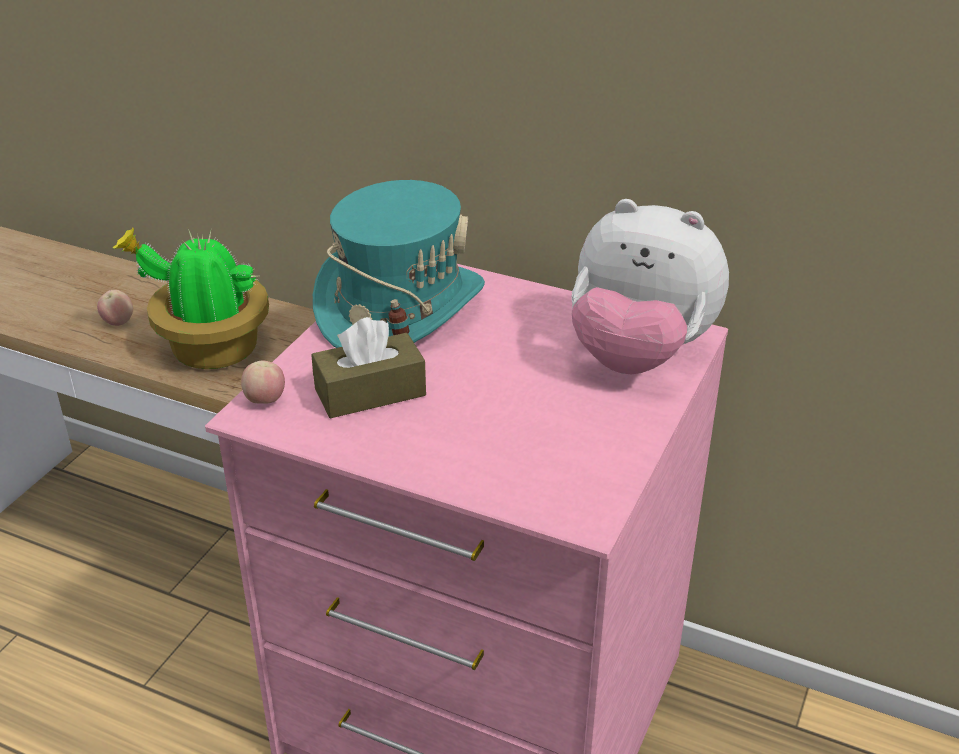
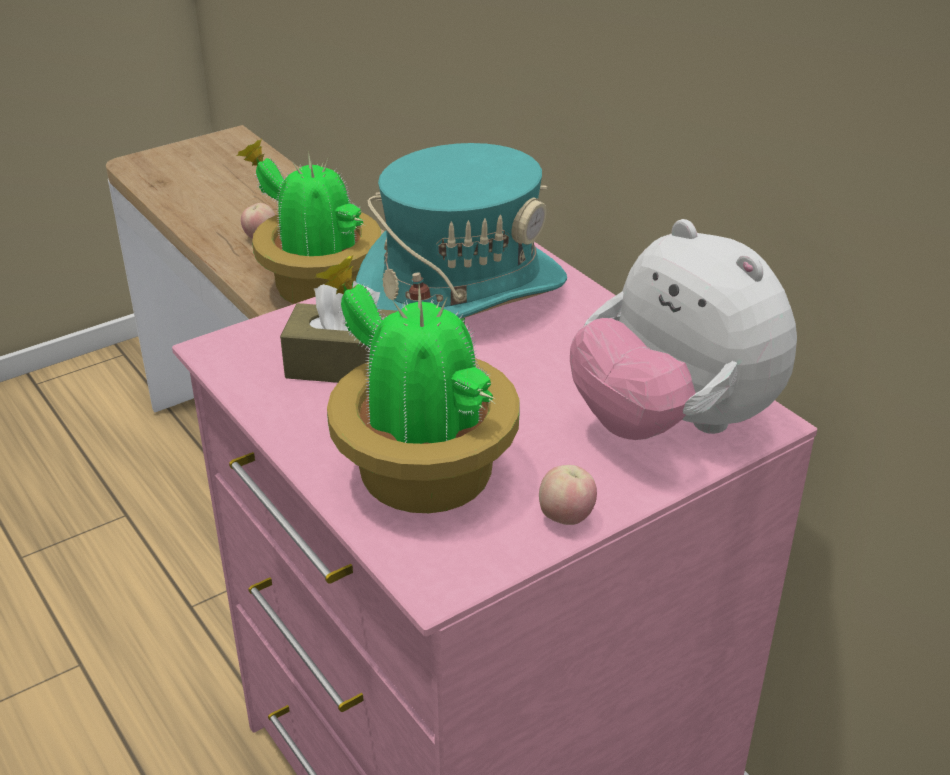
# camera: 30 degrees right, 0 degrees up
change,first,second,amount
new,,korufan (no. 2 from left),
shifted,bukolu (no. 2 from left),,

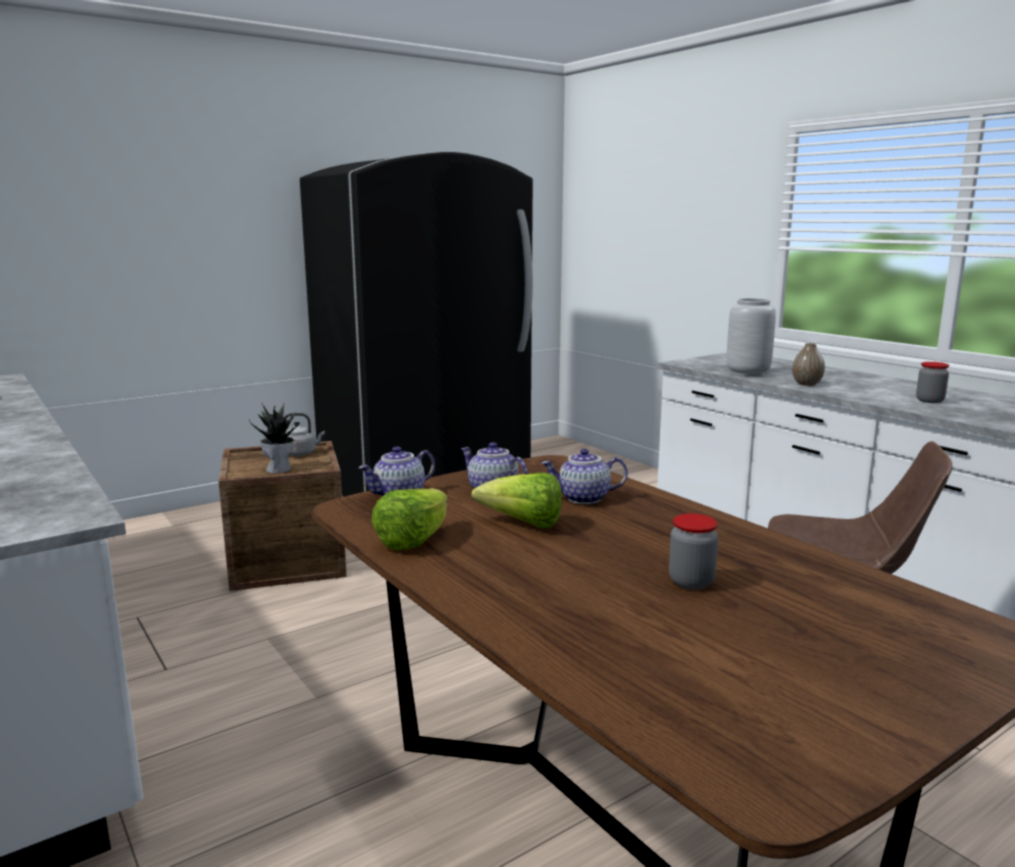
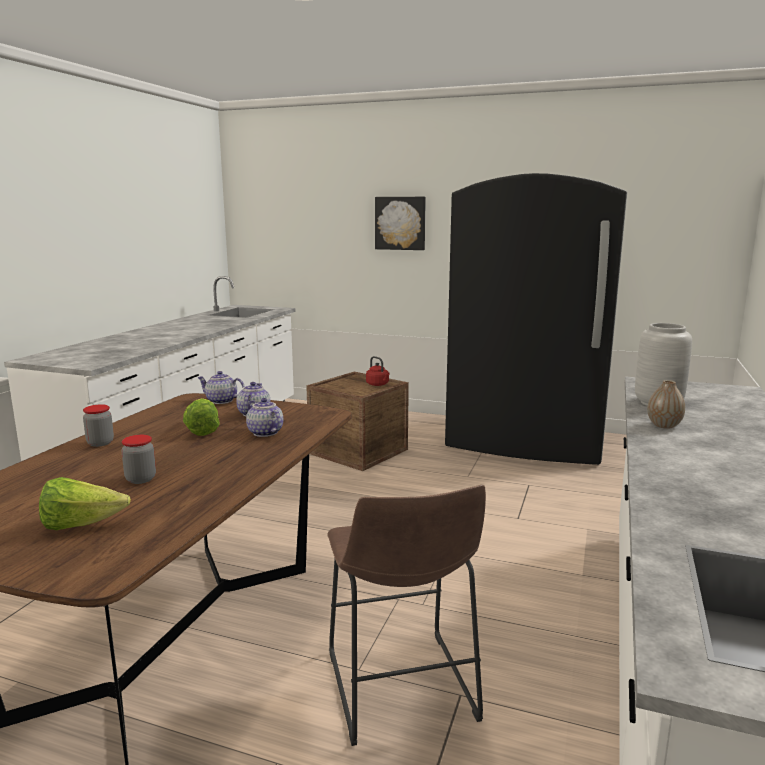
# camera: 55 degrees right, 0 degrees up
change,first,second,amount
shifted,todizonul (no. 1 from left),,
shifted,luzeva (no. 2 from left in the first image),luzeva (no. 1 from left),
repainted,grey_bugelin,red_bugelin,
new,,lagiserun,
gone,korufan,,

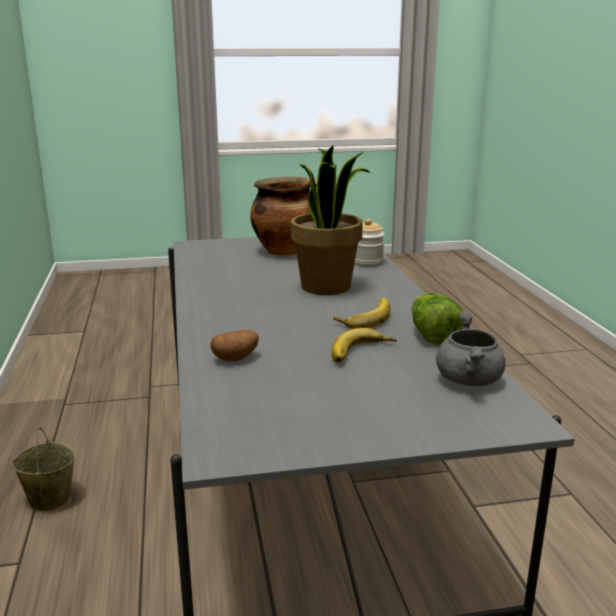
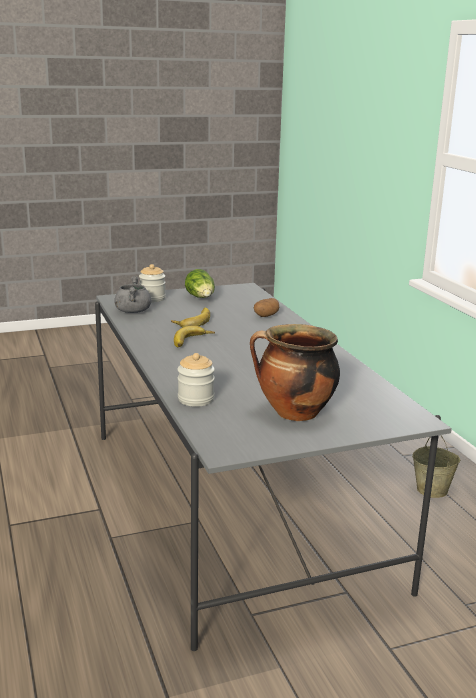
# camera: 170 degrees right, 0 degrees up
change,first,second,amount
new,,luzeva (no. 1 from left),
shifted,todizonul,,
gone,korufan,,

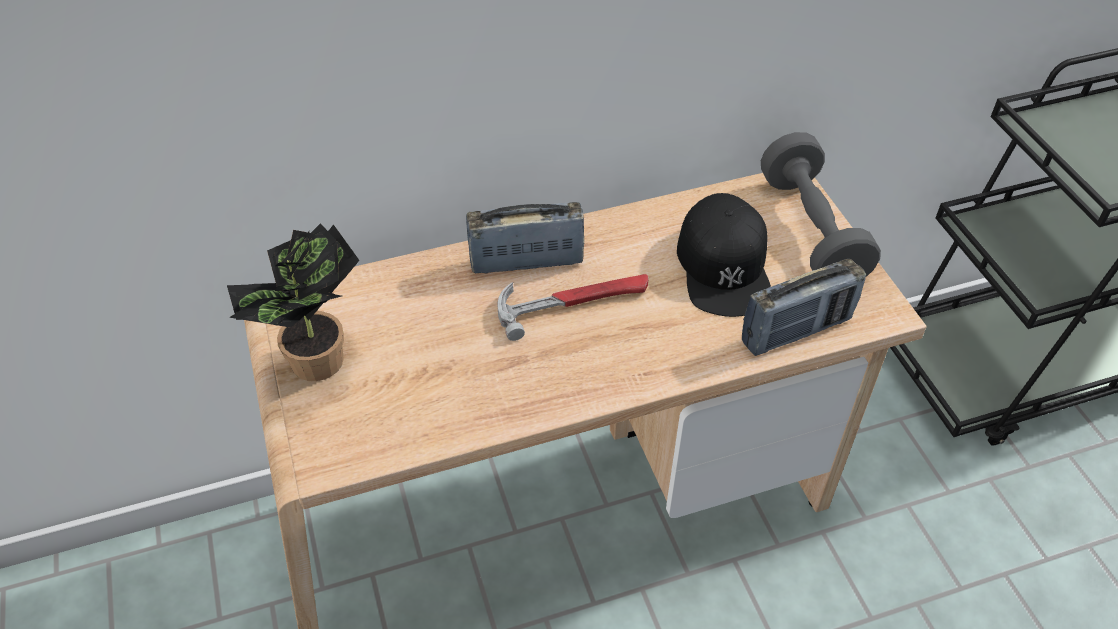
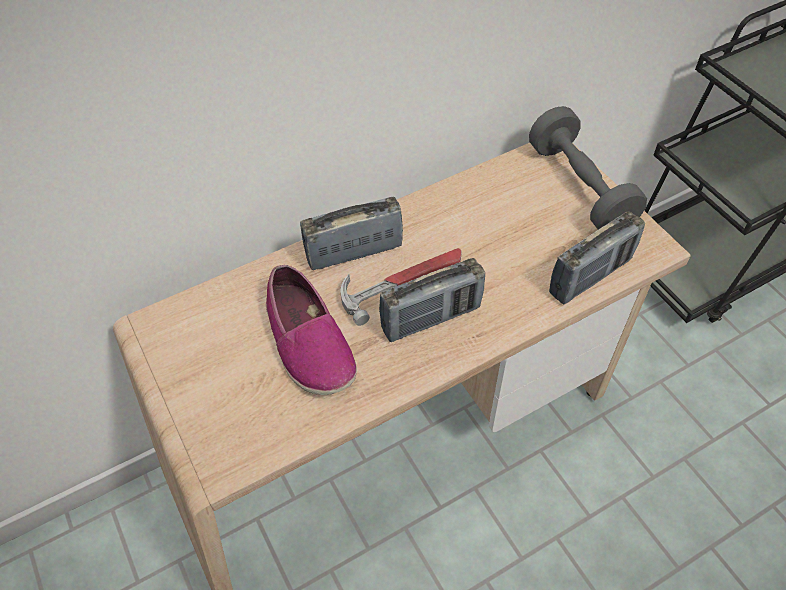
# camera: 10 degrees left, 5 degrees up
change,first,second,amount
new,,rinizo,
new,,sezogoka (no. 2 from left),
gone,korufan,,
gone,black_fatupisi,,

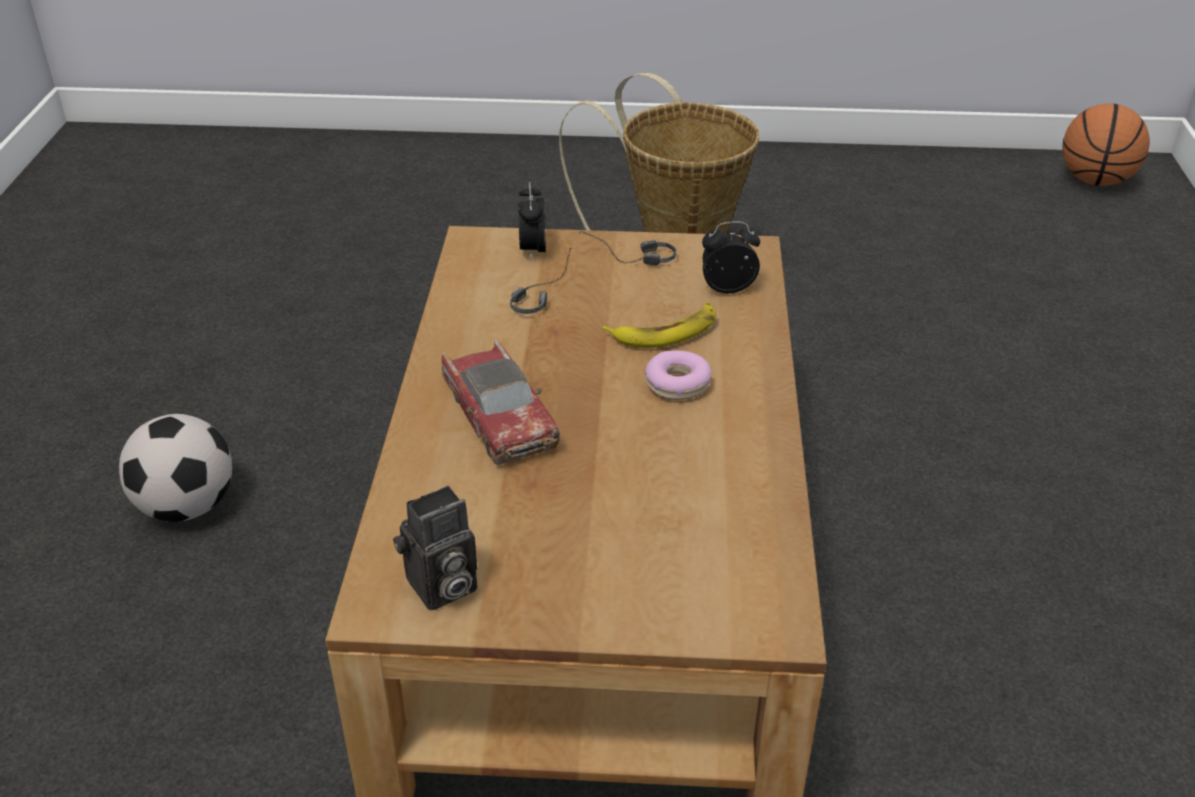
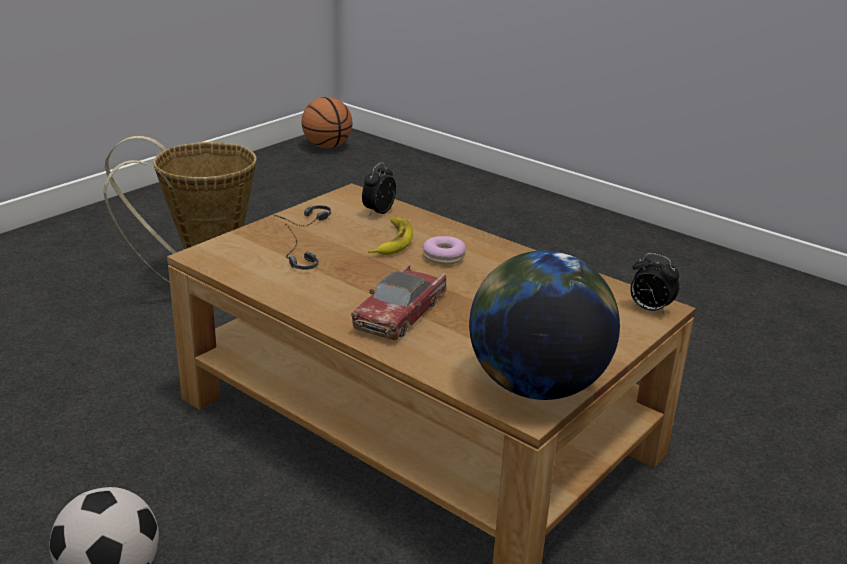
# camera: 55 degrees left, 10 degrees down
change,first,second,amount
rotated,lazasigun,,105 degrees clockwise
swapped,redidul,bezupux,
shifted,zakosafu (no. 1 from left in the first image),zakosafu (no. 2 from left),

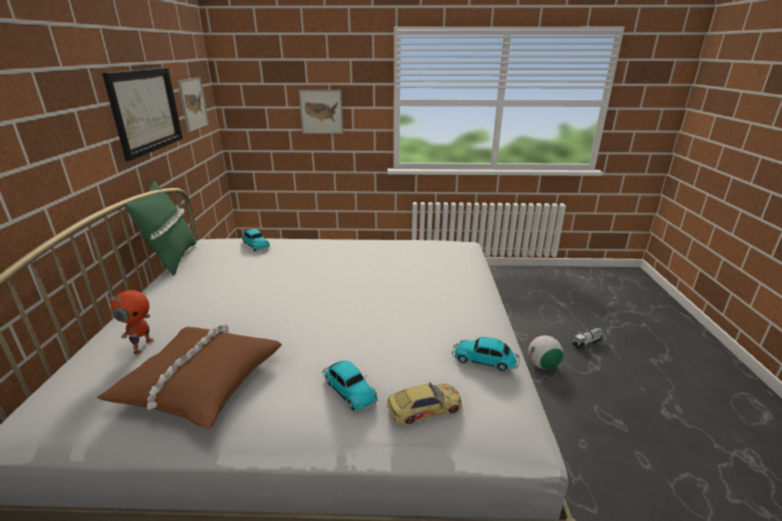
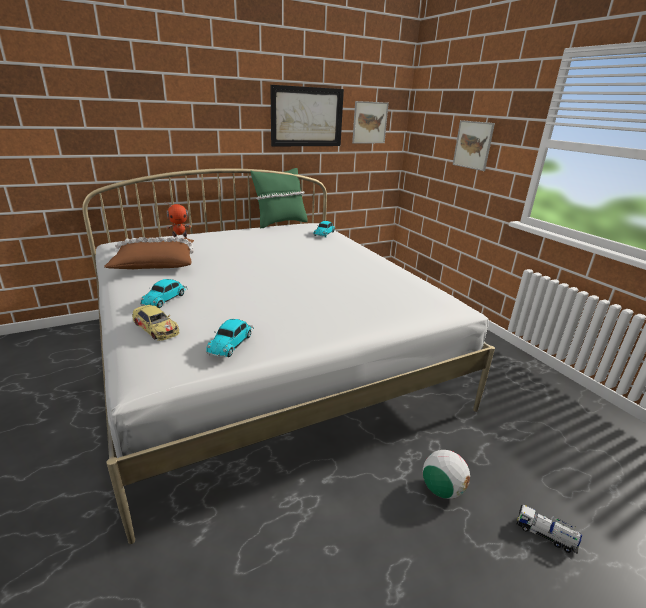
# camera: 60 degrees right, 0 degrees up
change,first,second,amount
rotated,lazasigun (no. 4 from left in the first image),lazasigun (no. 3 from left),150 degrees counterclockwise

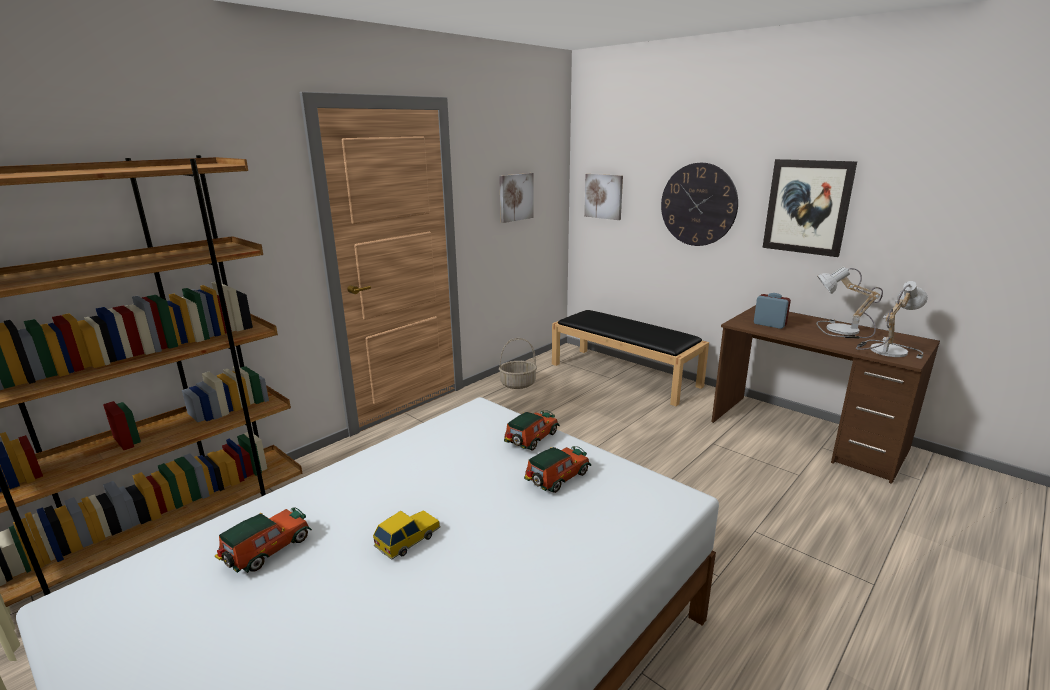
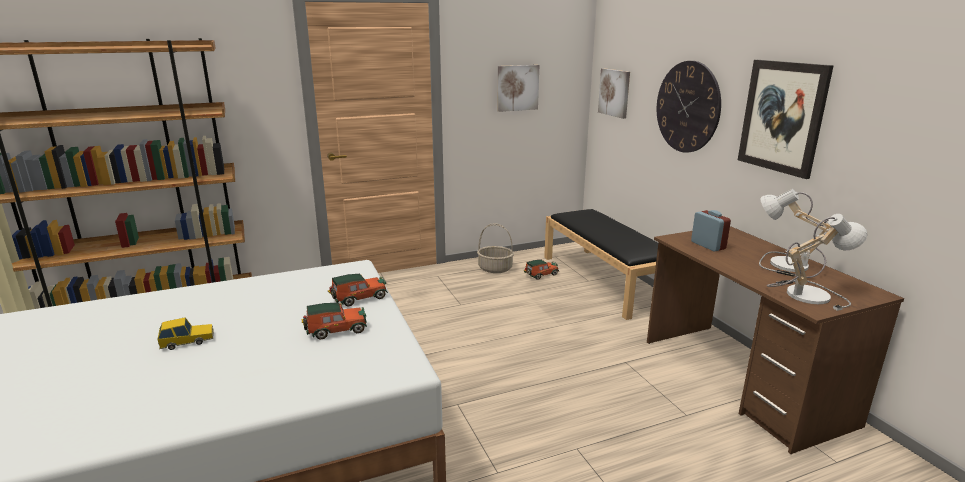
# camera: 25 degrees right, 0 degrees up
change,first,second,amount
shifted,lazasigun (no. 1 from left in the first image),lazasigun (no. 4 from left),

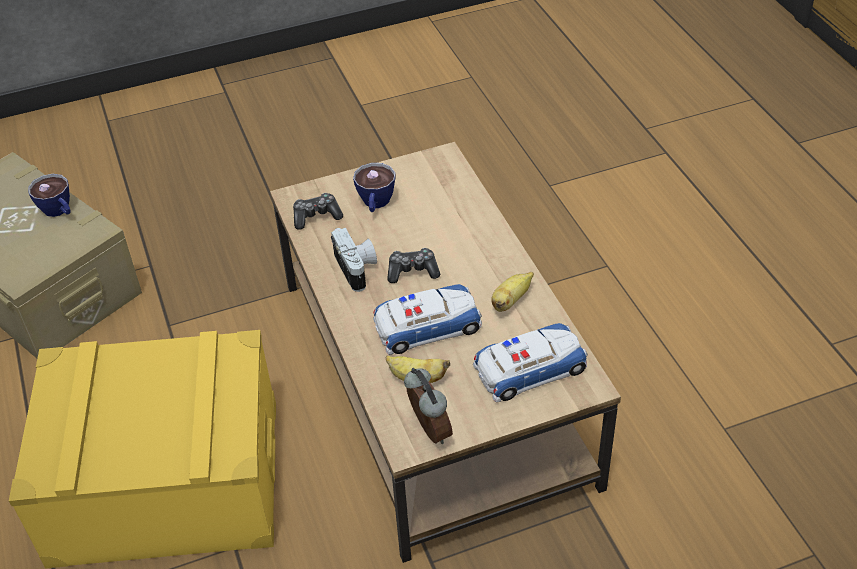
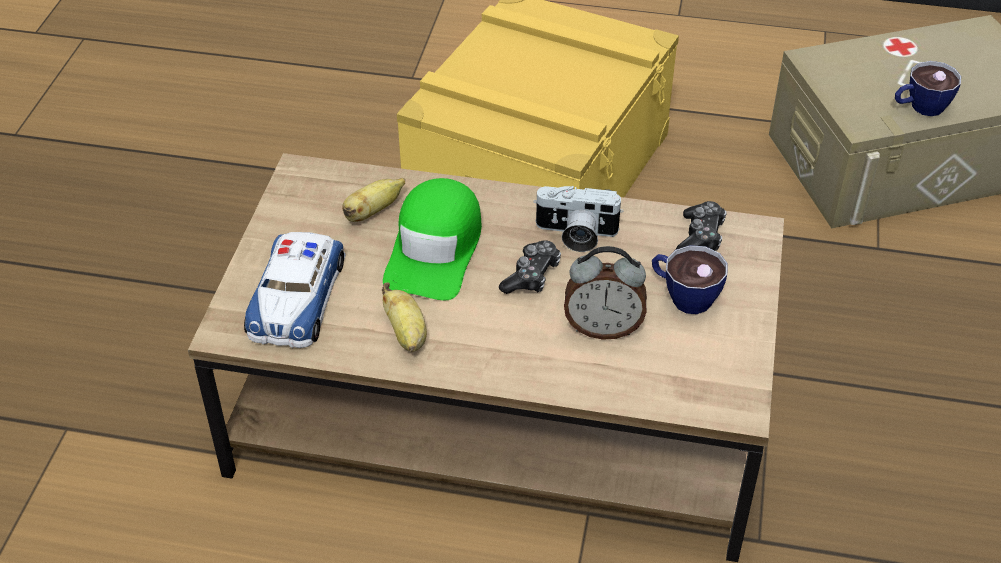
# camera: 120 degrees right, 0 degrees up
change,first,second,amount
swapped,lazasigun (no. 1 from left),green_fatupisi,
shifted,zakosafu,,

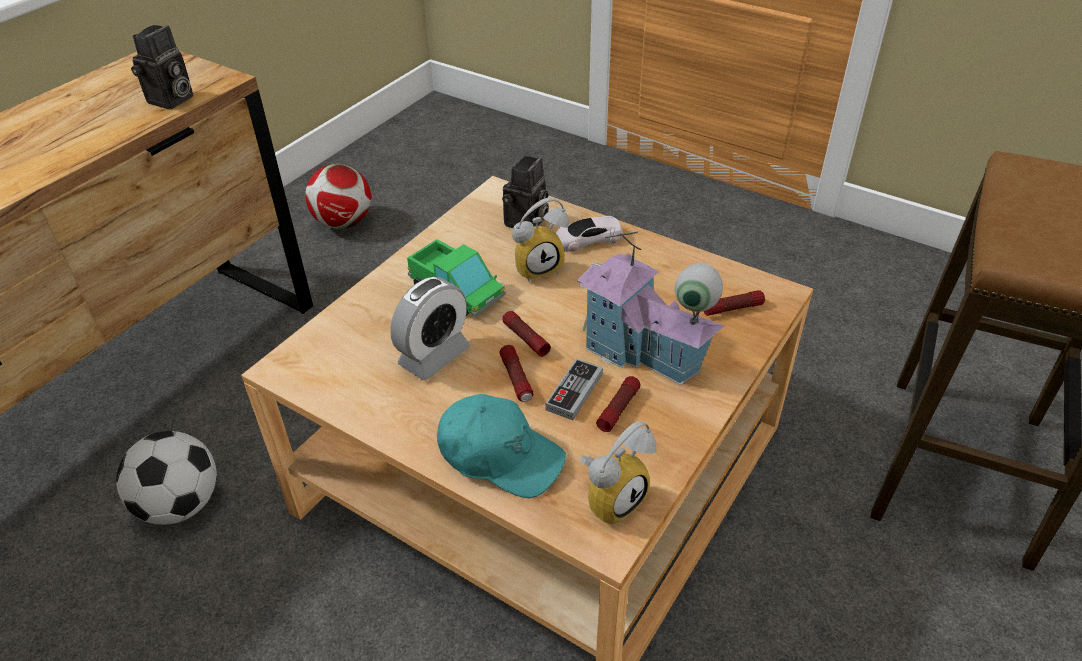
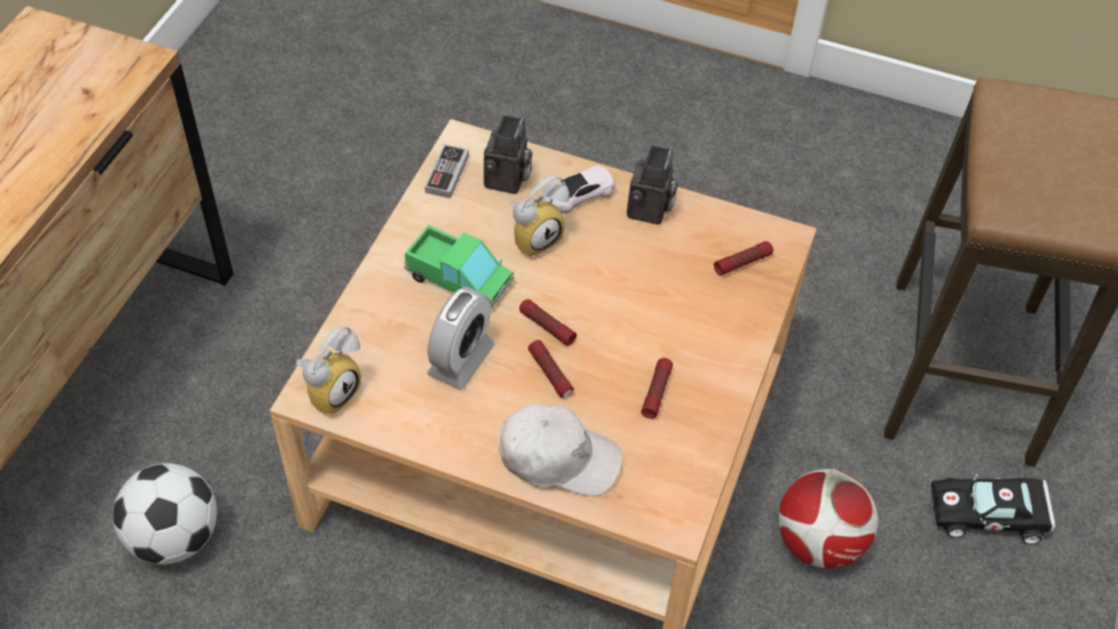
# camera: 15 degrees left, 10 degrees up
change,first,second,amount
shifted,zakosafu (no. 3 from left in the first image),zakosafu (no. 1 from left),
shifted,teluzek,,
repainted,turquoise_fatupisi,white_fatupisi,
shifted,redidul (no. 1 from left in the first image),redidul (no. 2 from left),
shifted,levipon (no. 2 from left),,
new,,black_lazasigun,
gone,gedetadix,,

